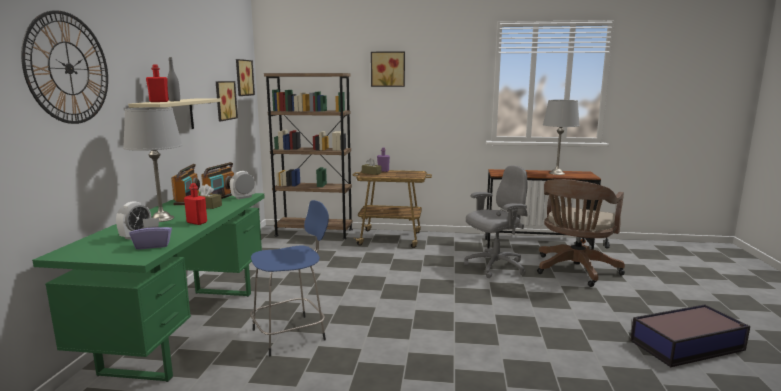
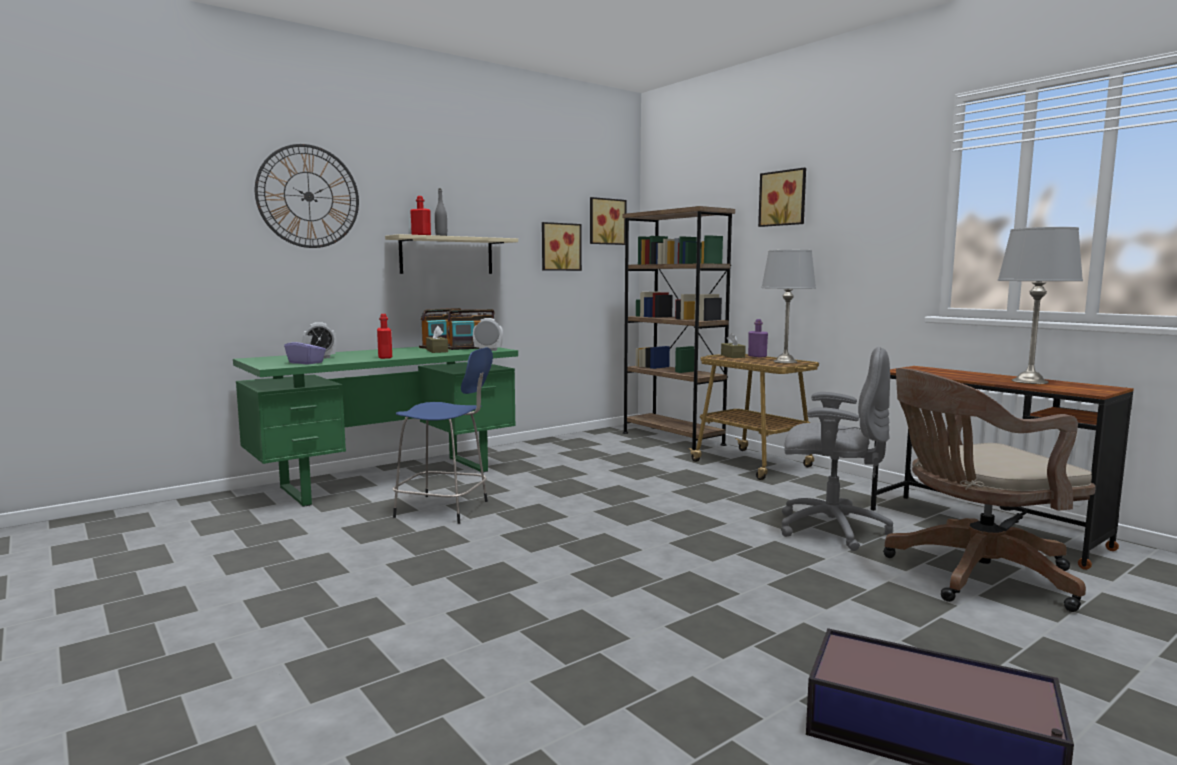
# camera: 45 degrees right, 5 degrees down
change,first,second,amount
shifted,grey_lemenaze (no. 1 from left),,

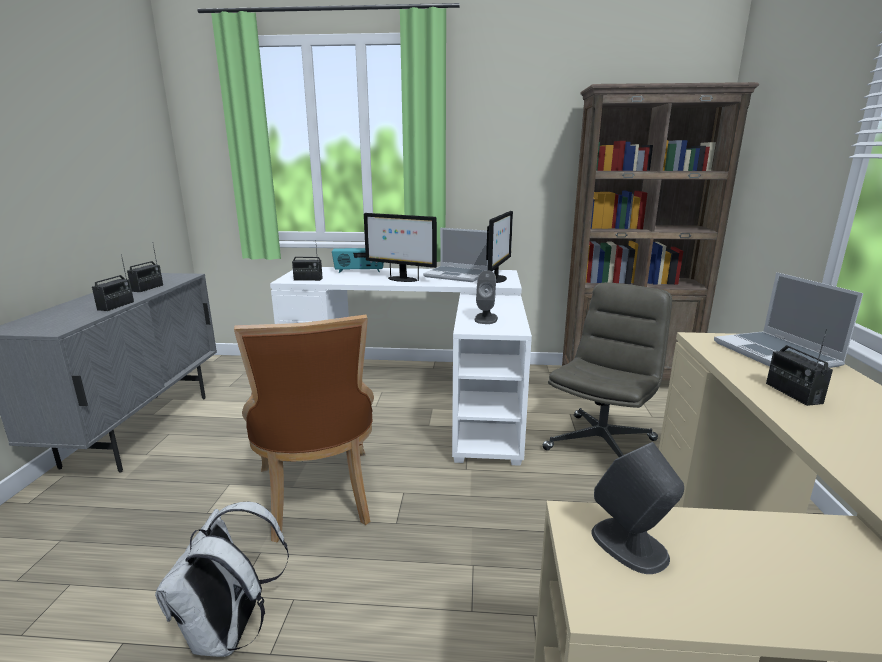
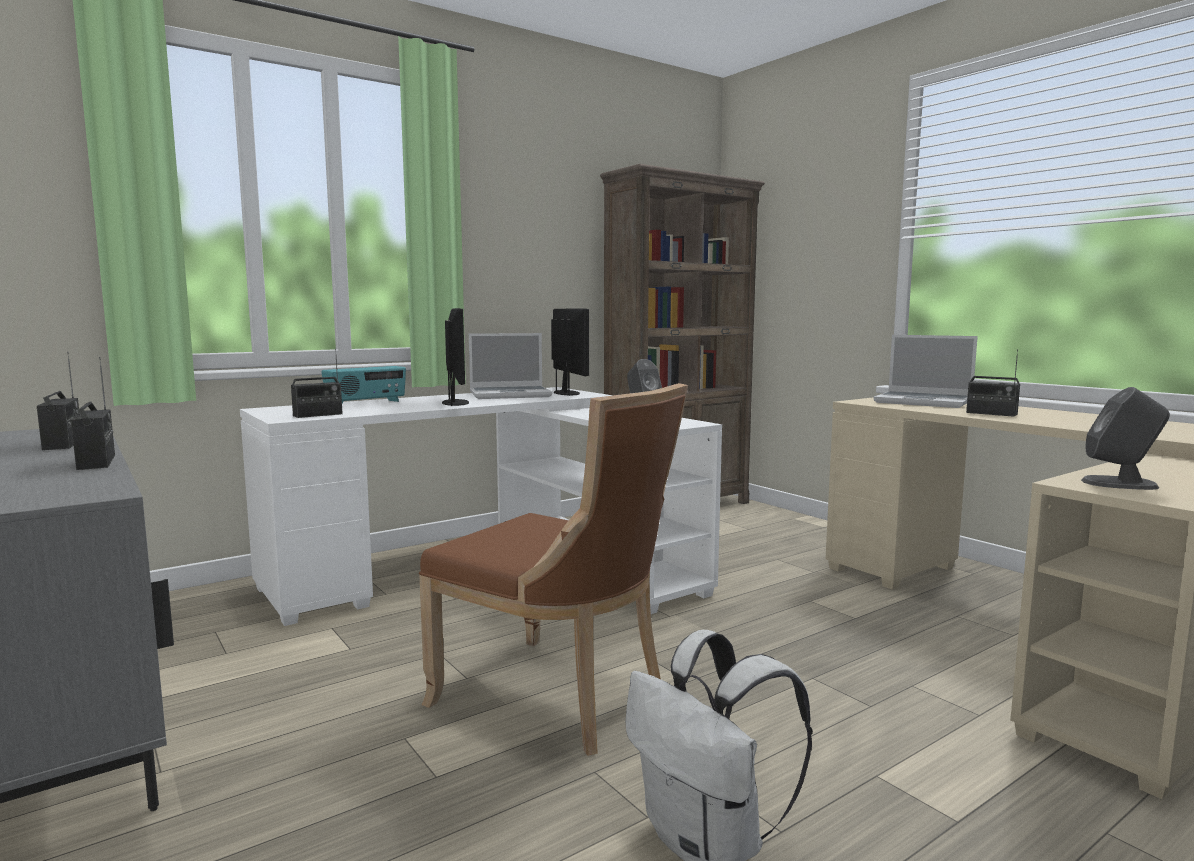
# camera: 40 degrees left, 10 degrees down
change,first,second,amount
rotated,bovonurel (no. 1 from left),,90 degrees counterclockwise
gone,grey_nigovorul,,

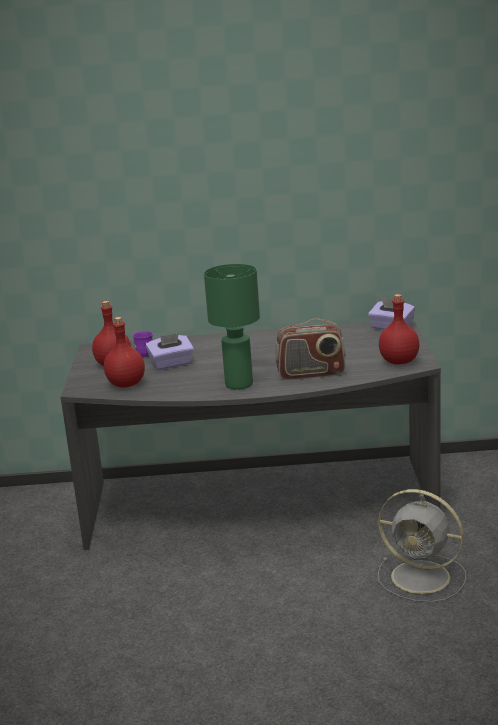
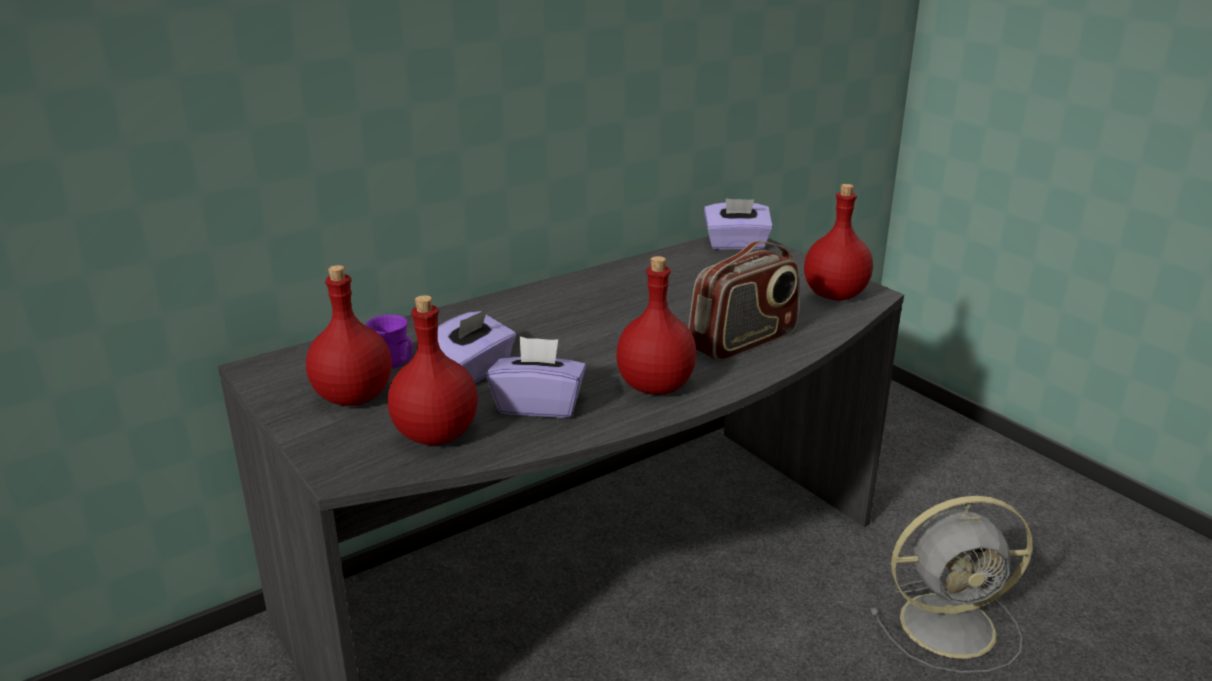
# camera: 35 degrees left, 5 degrees up
change,first,second,amount
new,,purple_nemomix (no. 2 from left),
swapped,green_lemenaze,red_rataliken (no. 3 from left),

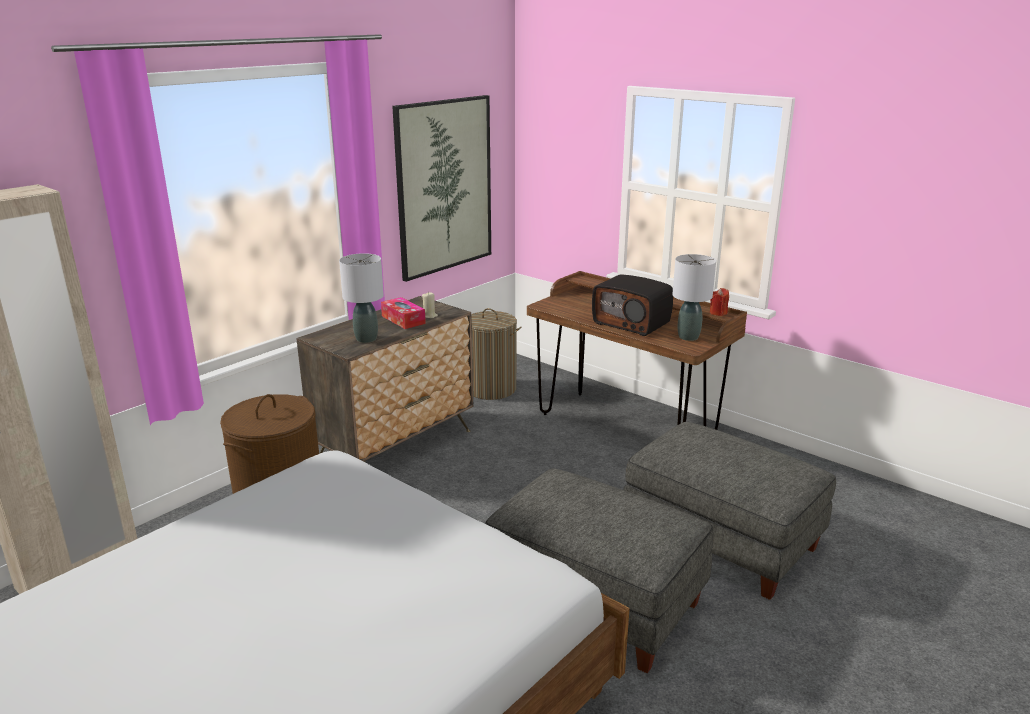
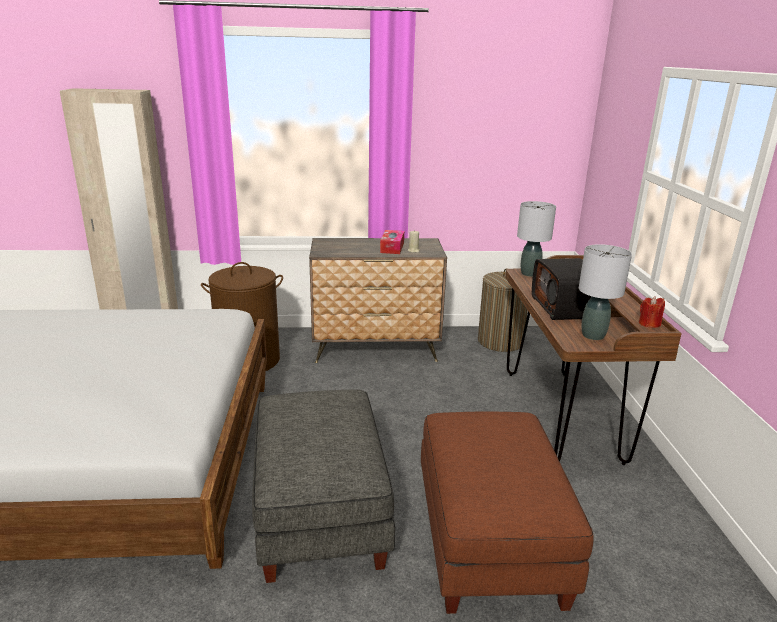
# camera: 45 degrees right, 0 degrees up
change,first,second,amount
repainted,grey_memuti (no. 2 from left),brown_memuti,
shifted,grey_lemenaze (no. 1 from left),,
gone,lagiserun,,

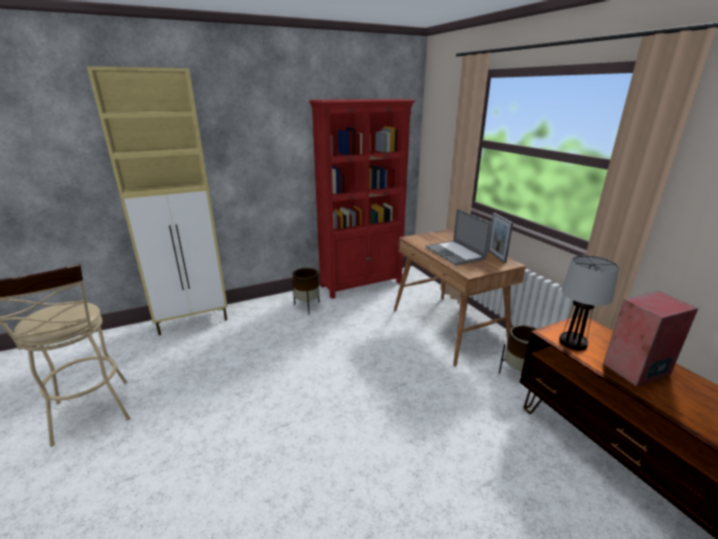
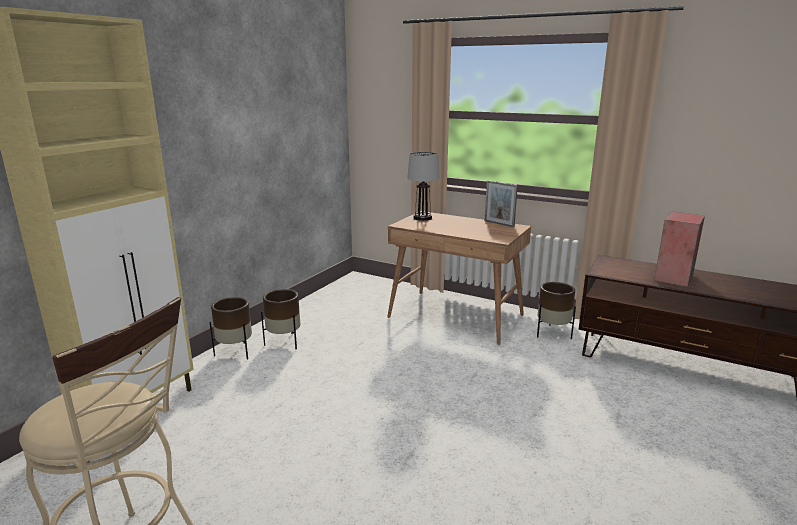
# camera: 35 degrees left, 5 degrees down
change,first,second,amount
new,,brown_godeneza (no. 1 from left),
shifted,lemenaze,,
gone,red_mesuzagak,,
gone,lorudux,,

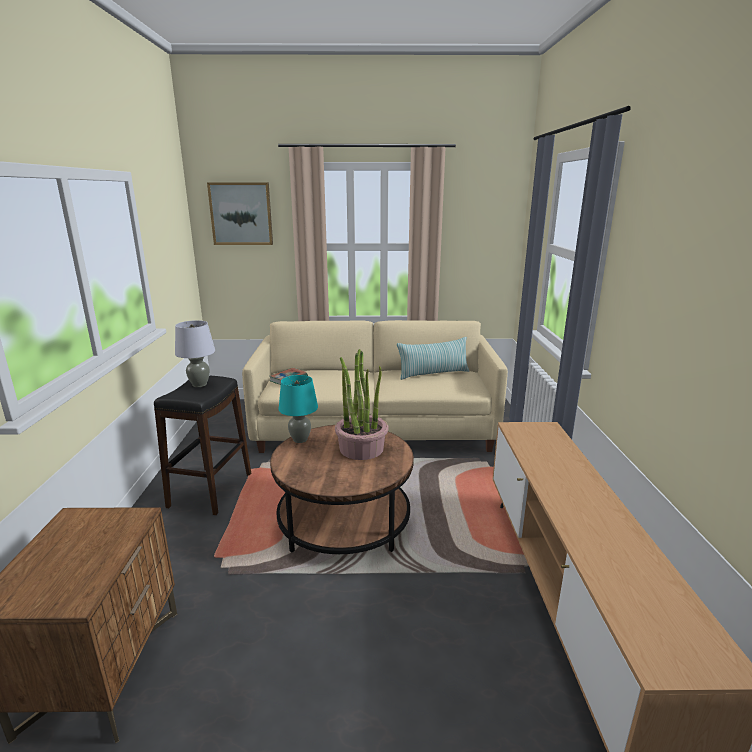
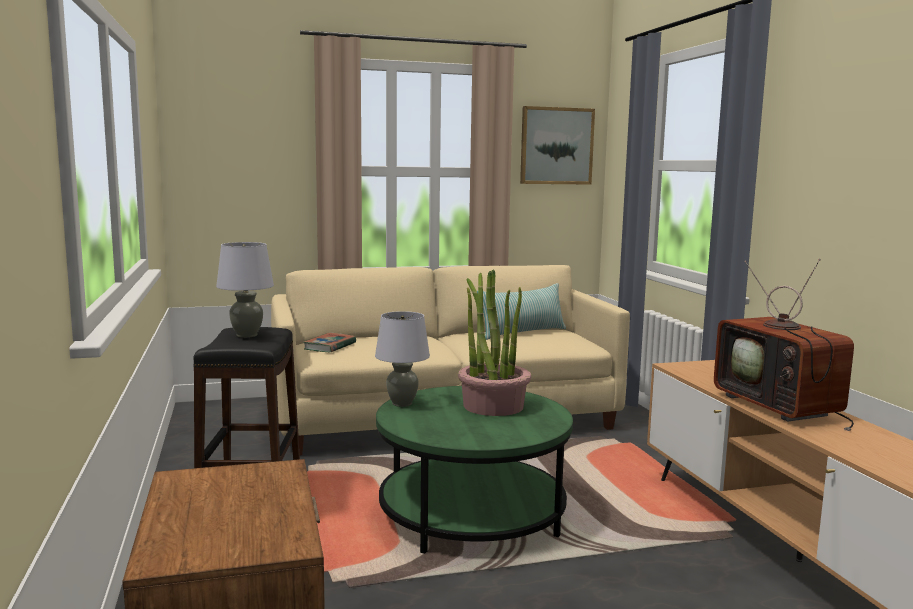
# camera: 15 degrees left, 10 degrees down
change,first,second,amount
repainted,turquoise_lemenaze,grey_lemenaze (no. 2 from left),
repainted,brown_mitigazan,green_mitigazan,
shifted,lagiserun,,
new,,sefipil,

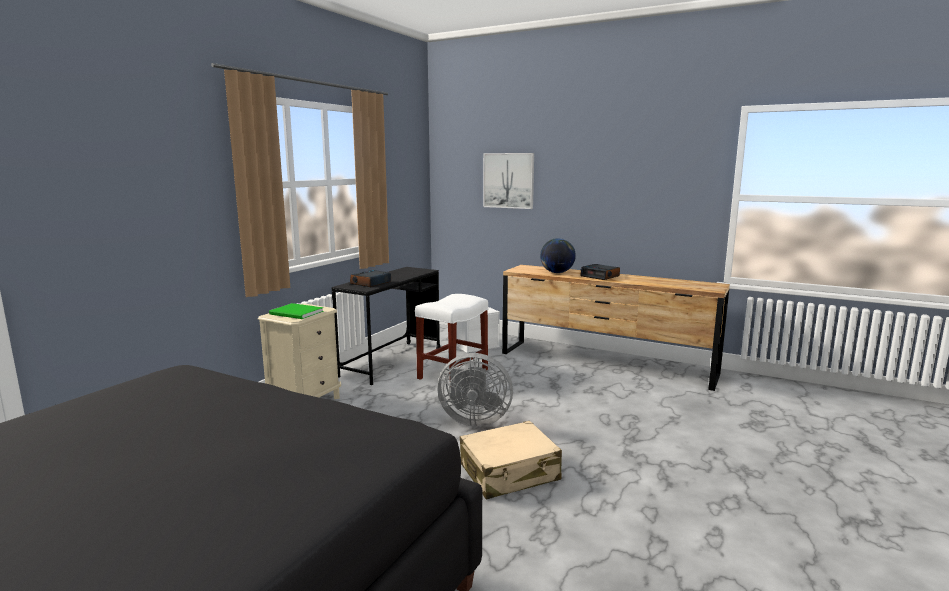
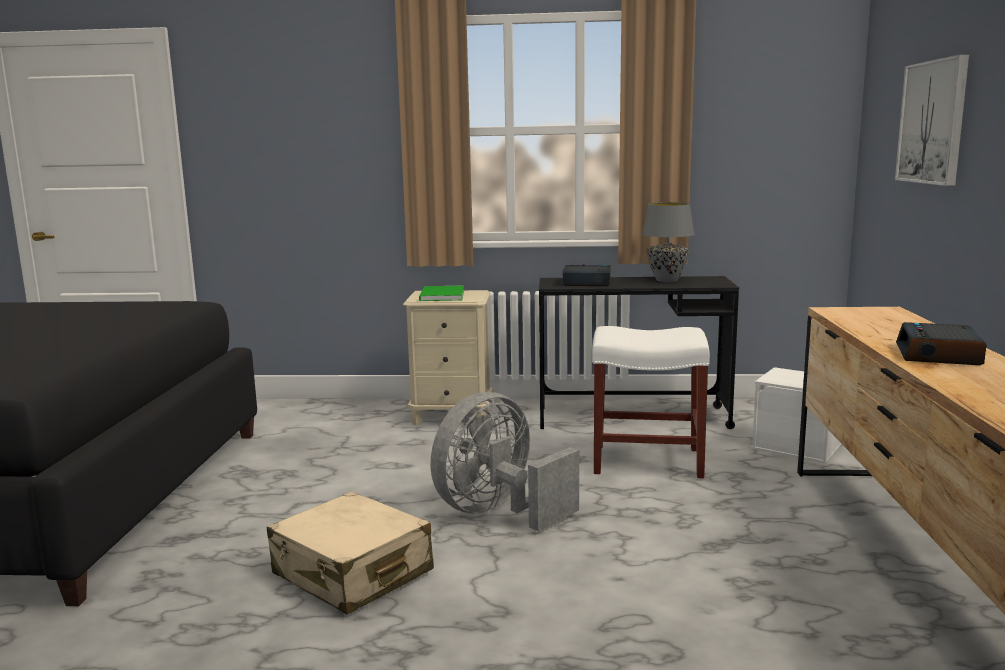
# camera: 65 degrees right, 0 degrees up
change,first,second,amount
rotated,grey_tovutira,,60 degrees clockwise
new,,grey_lemenaze,
gone,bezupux,,

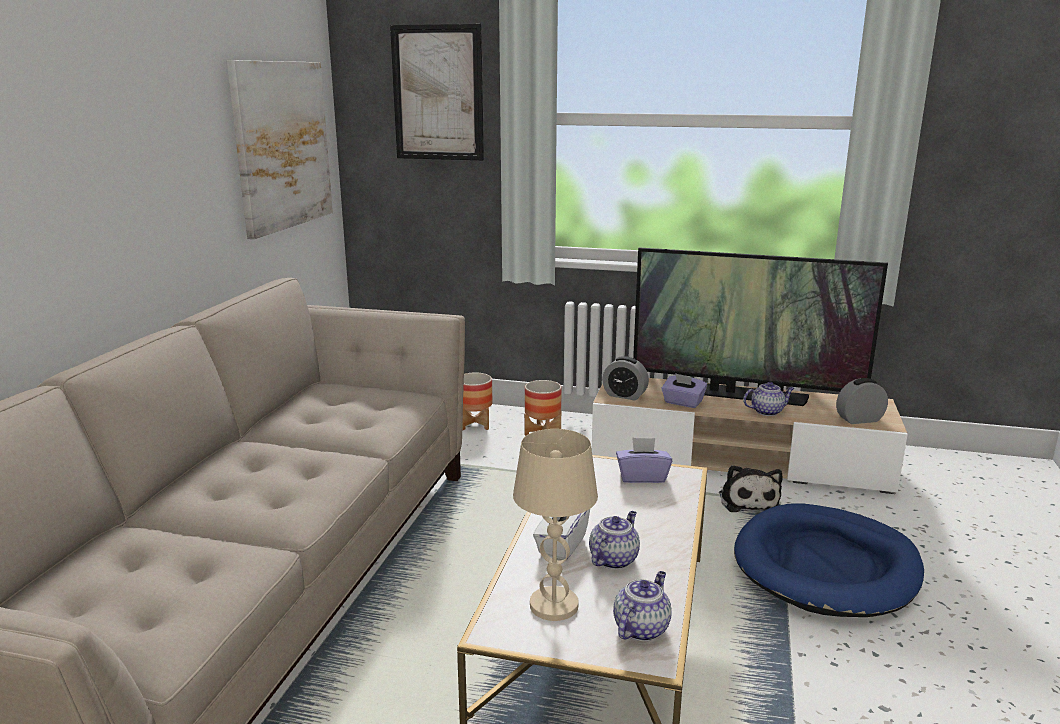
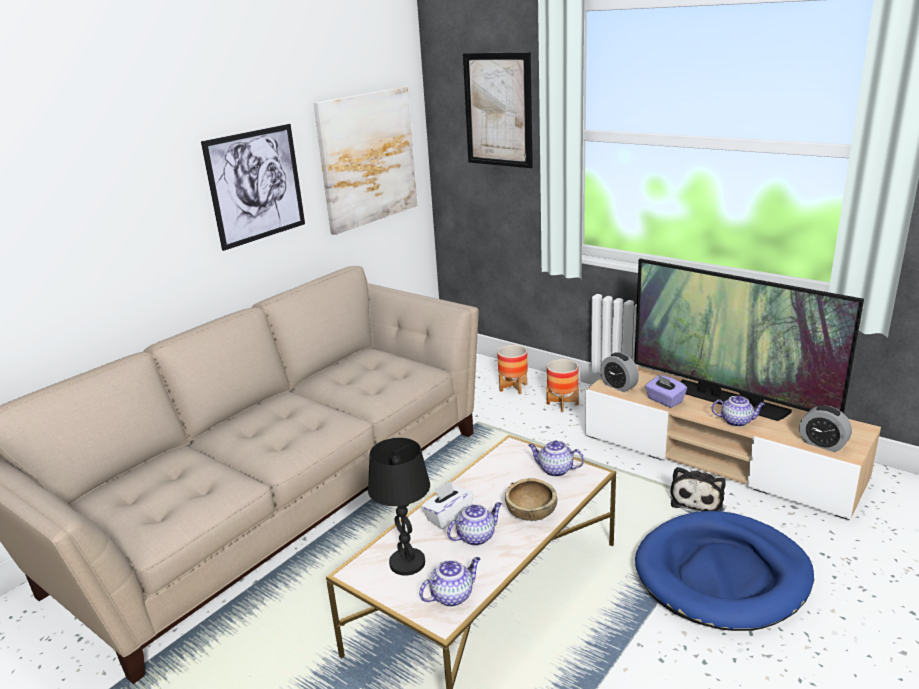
# camera: 25 degrees right, 5 degrees up
change,first,second,amount
new,,lagiserun (no. 1 from left),
repainted,beige_lemenaze,black_lemenaze,
new,,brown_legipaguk,
swapped,purple_nemomix (no. 1 from left),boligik (no. 3 from left),
rotated,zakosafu (no. 2 from left),,150 degrees counterclockwise

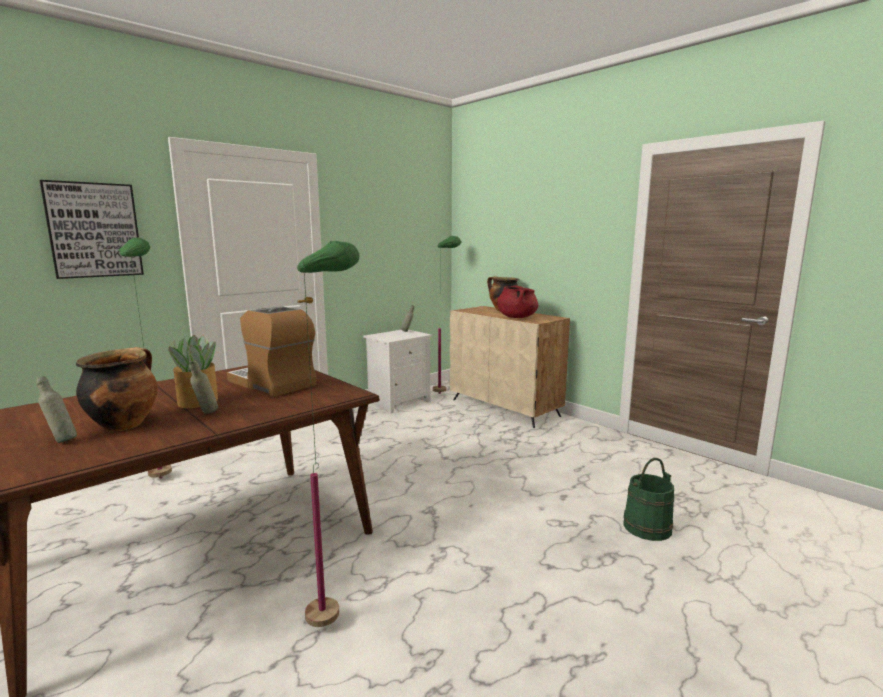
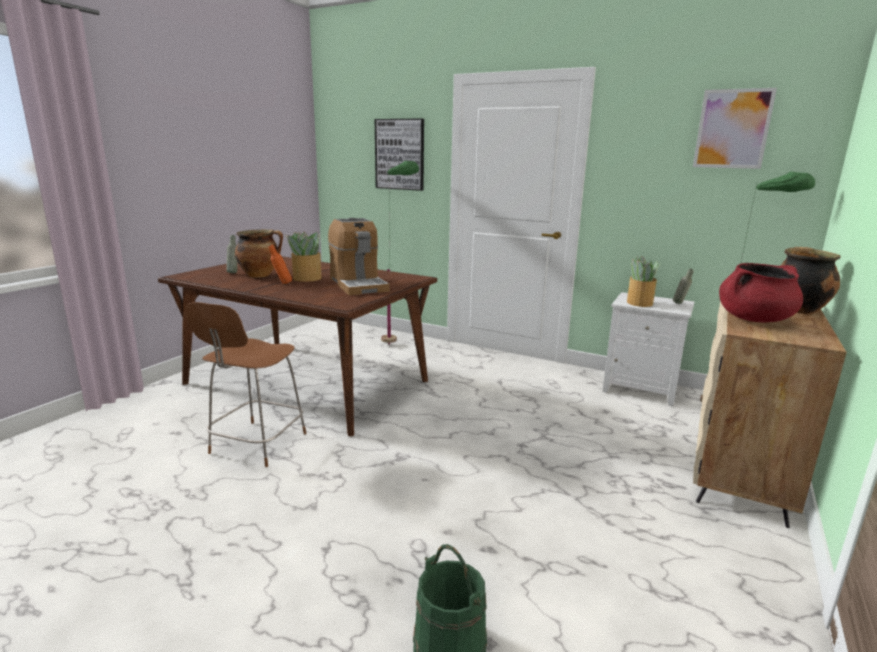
# camera: 70 degrees right, 5 degrees up
change,first,second,amount
swapped,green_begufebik (no. 2 from left),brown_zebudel,
repainted,grey_rataliken (no. 2 from left),orange_rataliken,
rotated,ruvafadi,,135 degrees clockwise
new,,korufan (no. 2 from left),
new,,lagiserun (no. 2 from left),

